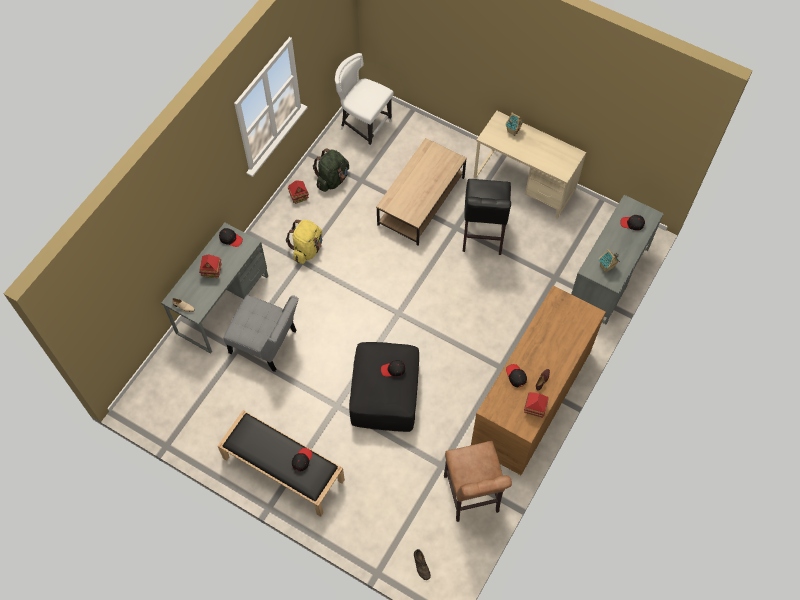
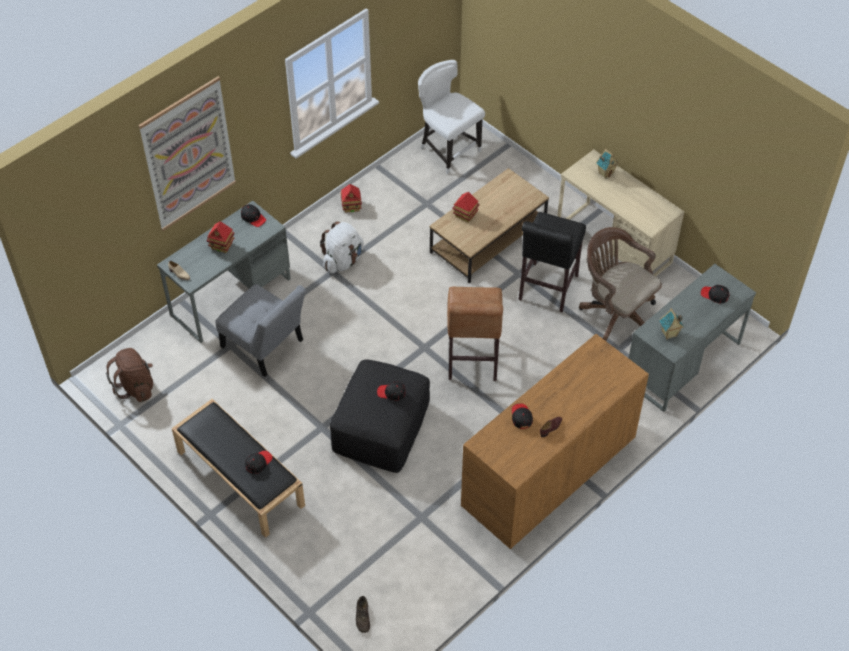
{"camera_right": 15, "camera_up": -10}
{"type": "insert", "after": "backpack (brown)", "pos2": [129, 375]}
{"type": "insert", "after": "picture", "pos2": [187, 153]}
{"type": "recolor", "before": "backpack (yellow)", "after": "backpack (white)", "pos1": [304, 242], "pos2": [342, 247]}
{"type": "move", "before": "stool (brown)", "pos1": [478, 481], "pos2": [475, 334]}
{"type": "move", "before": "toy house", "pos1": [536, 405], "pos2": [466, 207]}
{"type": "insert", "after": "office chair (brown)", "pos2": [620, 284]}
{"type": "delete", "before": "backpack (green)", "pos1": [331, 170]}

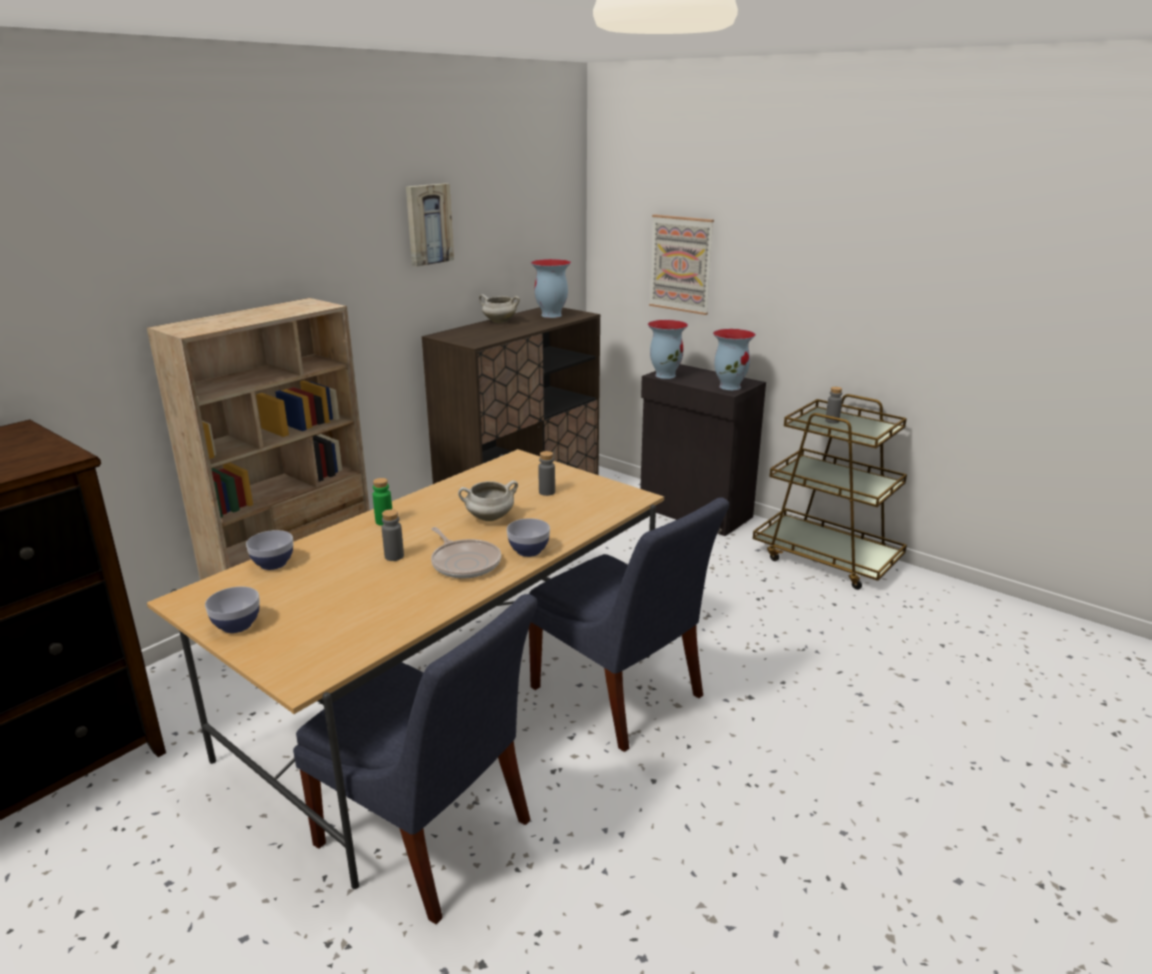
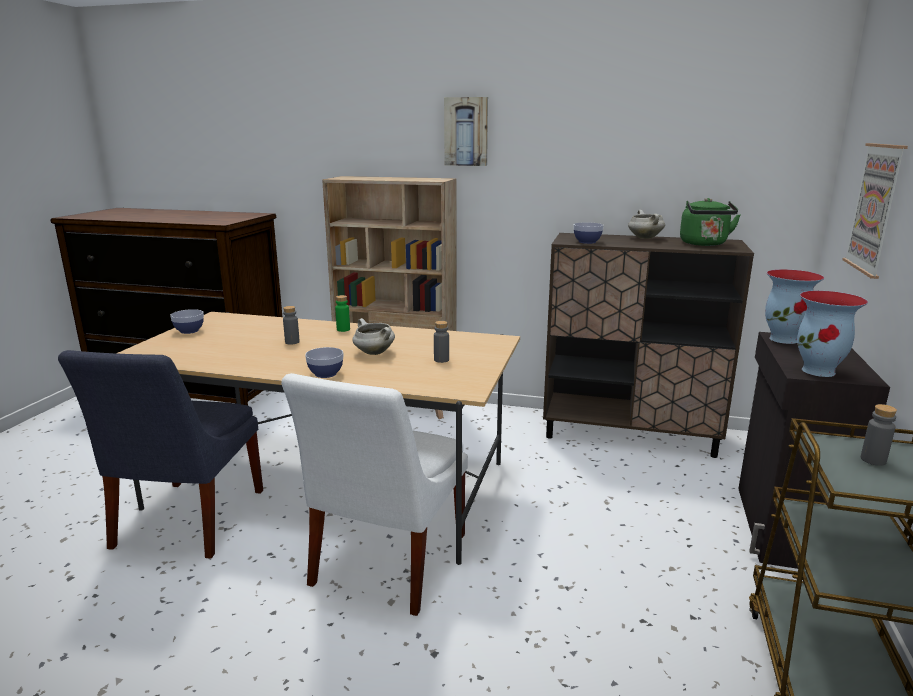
{"camera_right": 65, "camera_up": -5}
{"type": "recolor", "before": "chair (blue)", "after": "chair (white)", "pos1": [629, 625], "pos2": [374, 494]}
{"type": "move", "before": "picture", "pos1": [430, 225], "pos2": [466, 131]}
{"type": "move", "before": "bowl", "pos1": [269, 550], "pos2": [589, 233]}
{"type": "replace", "before": "vase", "after": "kettle (green)", "pos1": [551, 288], "pos2": [710, 222]}
{"type": "delete", "before": "frying pan", "pos1": [466, 553]}

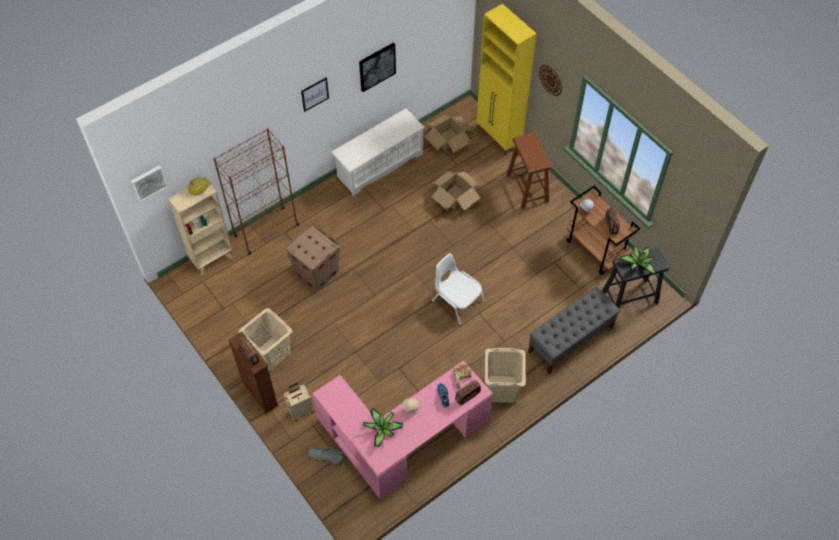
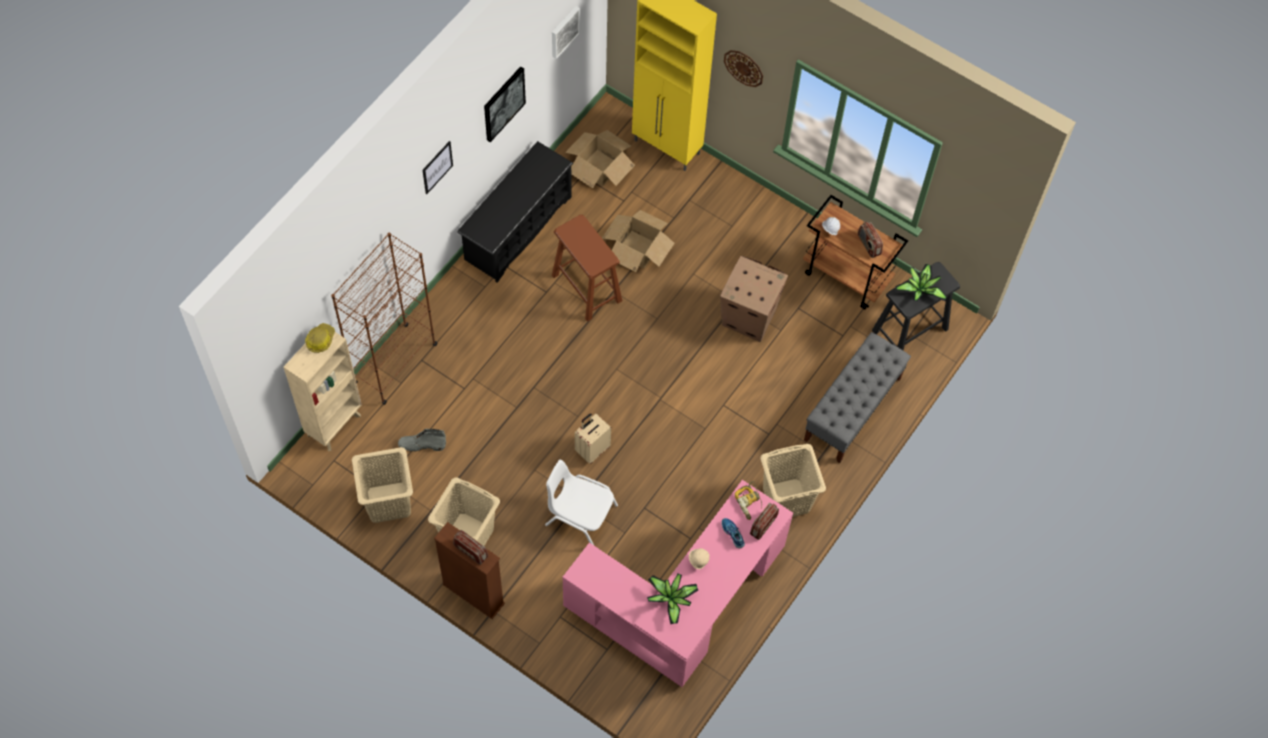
{"camera_right": -20, "camera_up": 5}
{"type": "insert", "after": "laundry basket (beige)", "pos2": [382, 485]}
{"type": "move", "before": "boot (grey)", "pos1": [326, 456], "pos2": [422, 440]}
{"type": "recolor", "before": "shoe rack (white)", "after": "shoe rack (black)", "pos1": [378, 152], "pos2": [515, 212]}
{"type": "move", "before": "chair (white)", "pos1": [458, 289], "pos2": [581, 502]}
{"type": "move", "before": "picture", "pos1": [149, 183], "pos2": [566, 32]}
{"type": "move", "before": "stool (brown)", "pos1": [529, 170], "pos2": [587, 268]}
{"type": "move", "before": "suitcase (beige)", "pos1": [298, 402], "pos2": [593, 438]}
{"type": "move", "before": "cardboard box", "pos1": [313, 259], "pos2": [754, 299]}

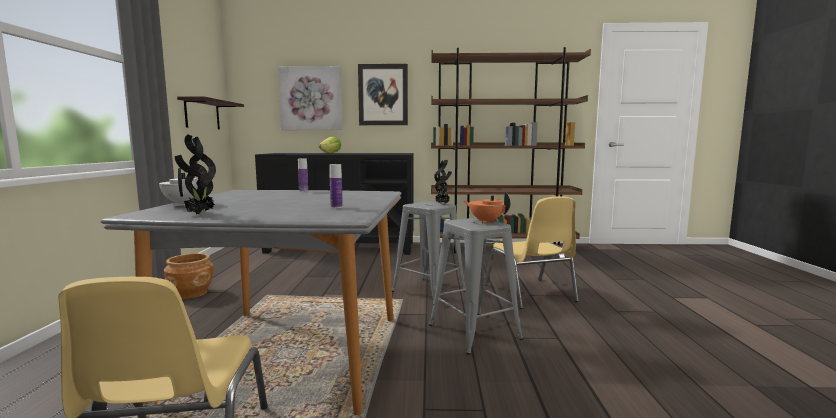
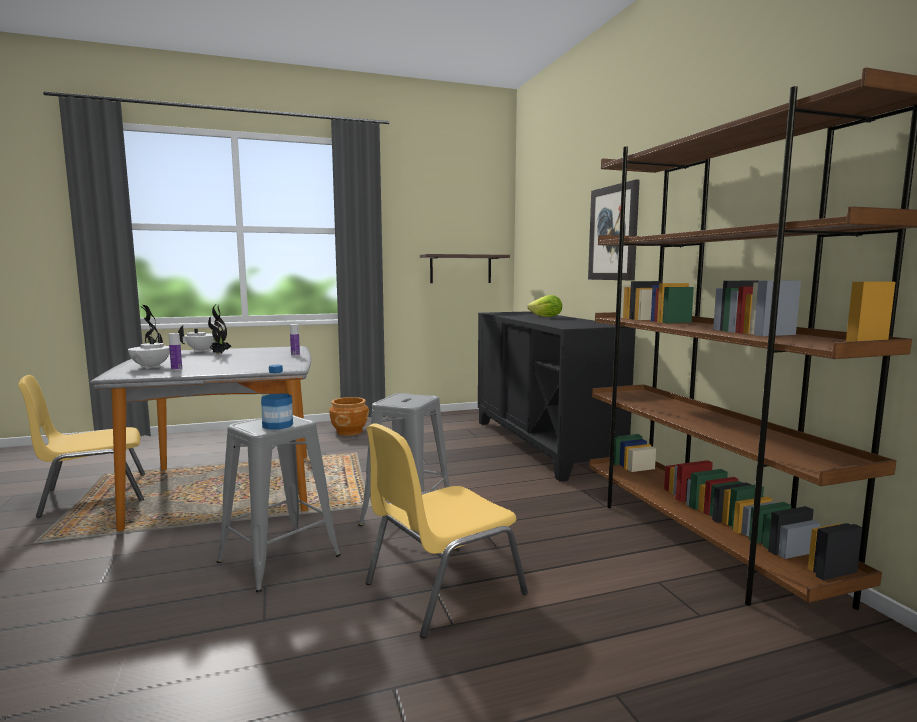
{"camera_right": 70, "camera_up": 0}
{"type": "insert", "after": "teapot (white)", "pos2": [149, 351]}
{"type": "move", "before": "potted plant", "pos1": [443, 182], "pos2": [219, 329]}
{"type": "replace", "before": "teapot (orange)", "after": "bottle", "pos1": [487, 207], "pos2": [277, 397]}
{"type": "delete", "before": "picture", "pos1": [310, 98]}

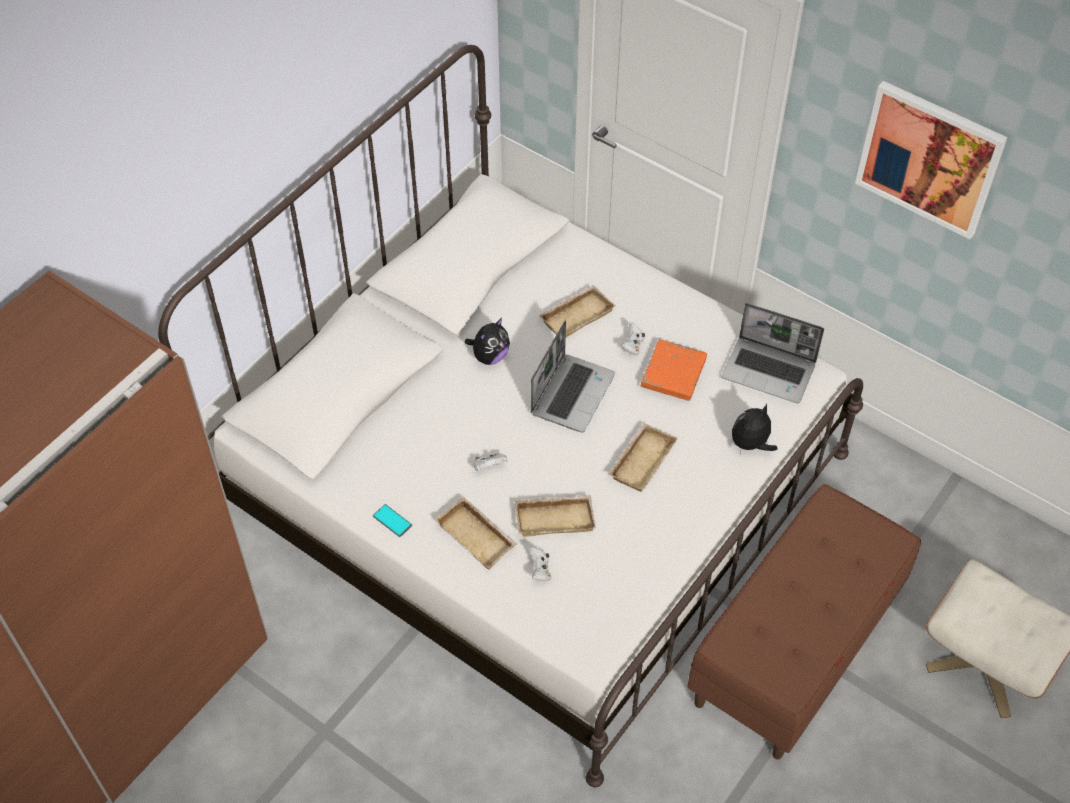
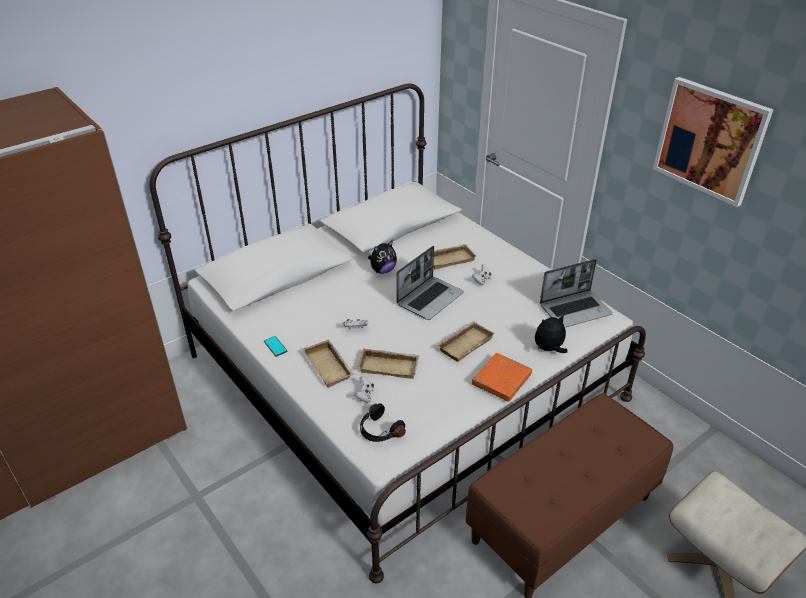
{"camera_right": 15, "camera_up": -15}
{"type": "insert", "after": "headphones (black)", "pos2": [383, 422]}
{"type": "move", "before": "book (orange)", "pos1": [674, 370], "pos2": [502, 377]}
{"type": "rotate", "before": "laptop", "pos1": [773, 353], "pos2": [576, 293], "turn": -60}

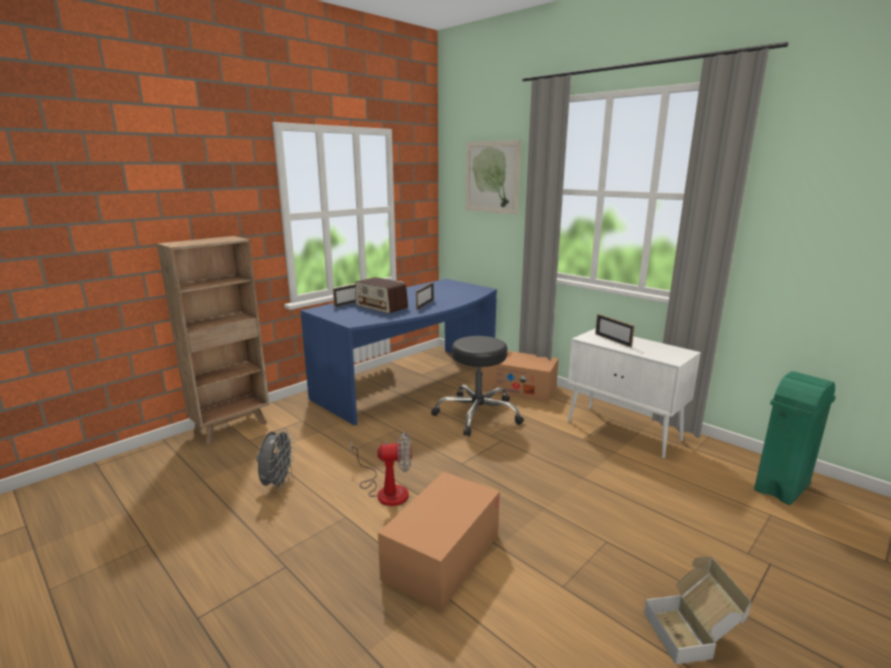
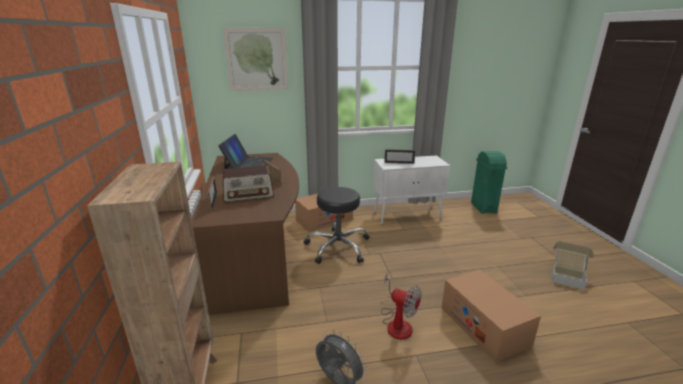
{"camera_right": -55, "camera_up": 5}
{"type": "recolor", "before": "desk (blue)", "after": "desk (brown)", "pos1": [398, 352], "pos2": [245, 234]}
{"type": "insert", "after": "laptop", "pos2": [245, 151]}
{"type": "rotate", "before": "fan", "pos1": [381, 469], "pos2": [401, 306], "turn": 90}

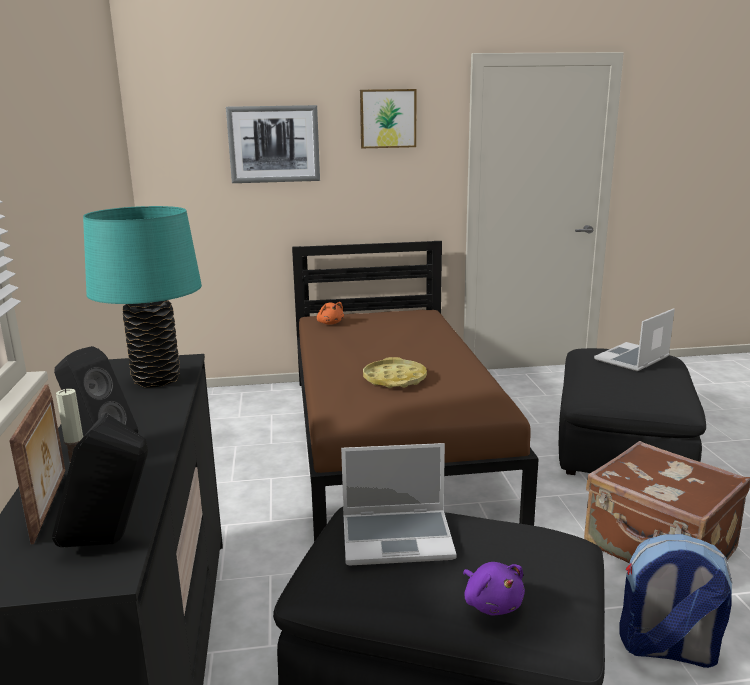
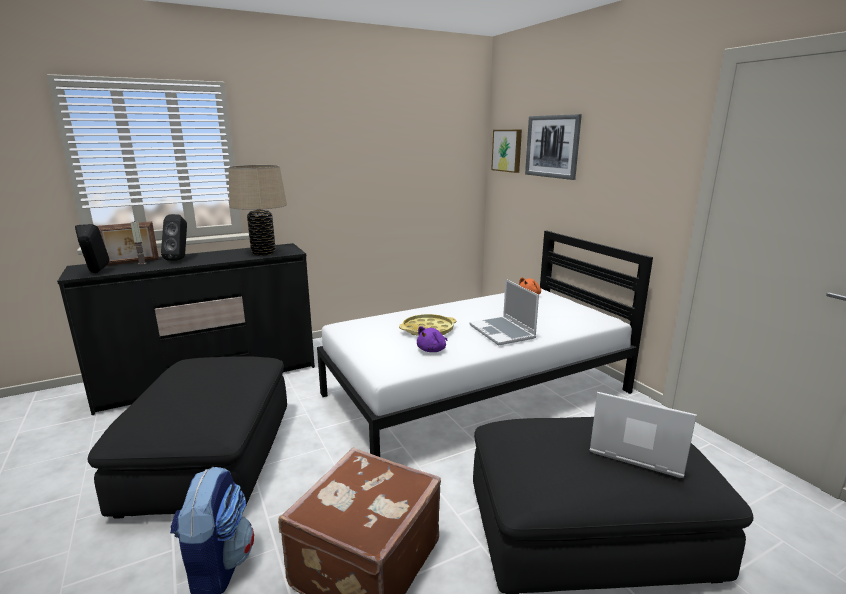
{"camera_right": 70, "camera_up": 0}
{"type": "recolor", "before": "table lamp (turquoise)", "after": "table lamp (beige)", "pos1": [142, 297], "pos2": [258, 210]}
{"type": "recolor", "before": "bed (brown)", "after": "bed (white)", "pos1": [415, 391], "pos2": [485, 344]}
{"type": "move", "before": "plush toy (purple)", "pos1": [494, 588], "pos2": [432, 339]}
{"type": "move", "before": "laptop", "pos1": [399, 504], "pos2": [504, 312]}
{"type": "move", "before": "picture", "pos1": [388, 118], "pos2": [506, 151]}

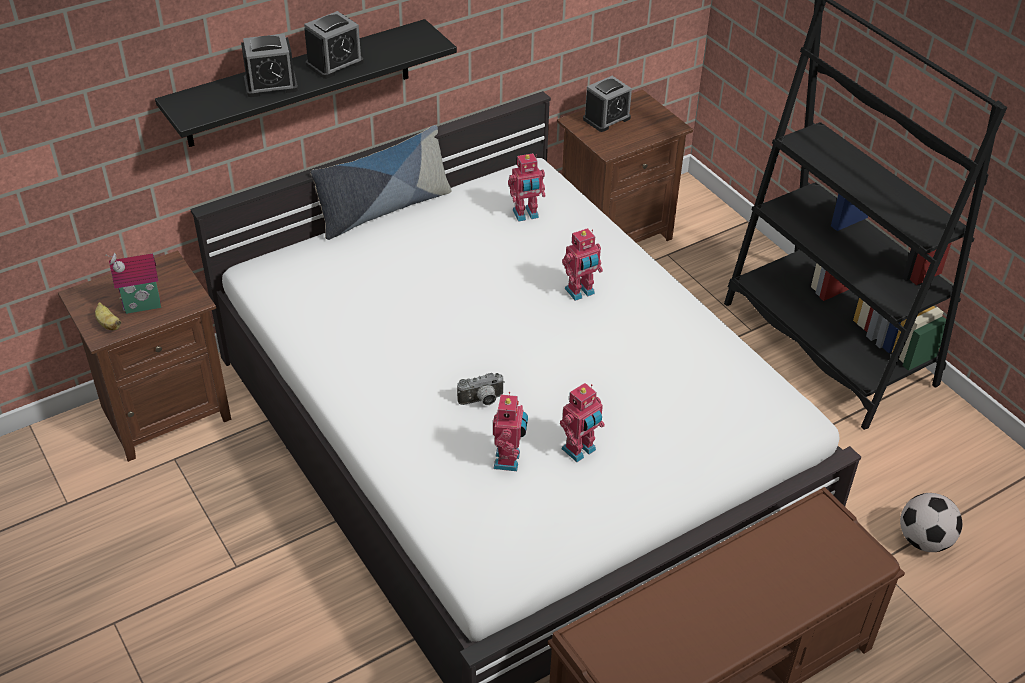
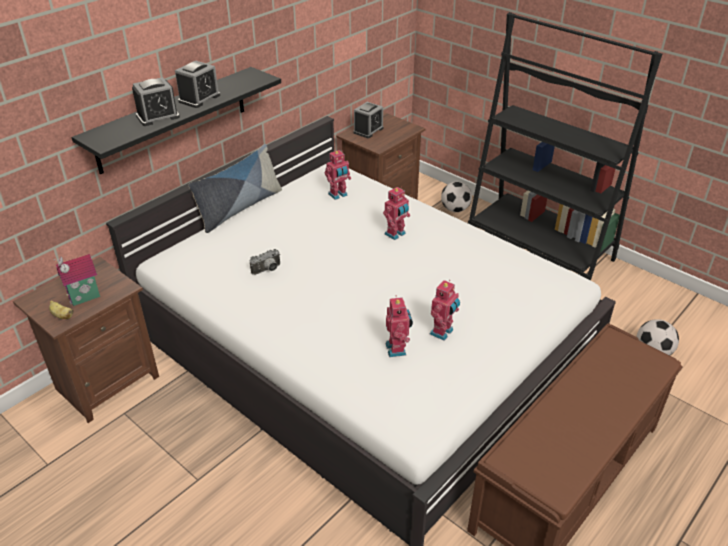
{"camera_right": -15, "camera_up": -5}
{"type": "move", "before": "photo camera", "pos1": [481, 389], "pos2": [265, 262]}
{"type": "insert", "after": "football", "pos2": [456, 197]}

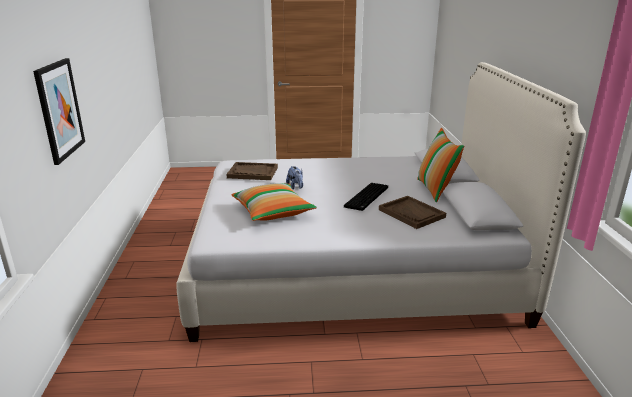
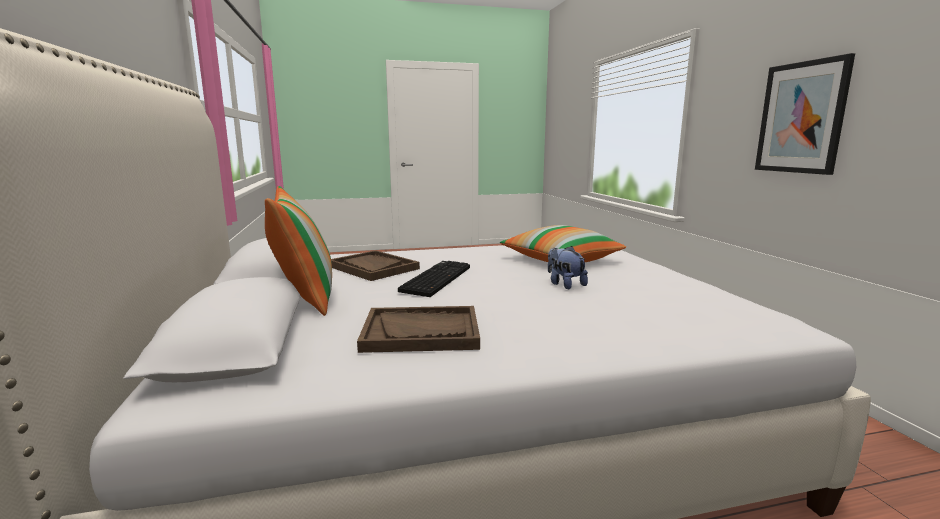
{"camera_right": 170, "camera_up": -10}
{"type": "move", "before": "tray (brown)", "pos1": [252, 171], "pos2": [418, 329]}

